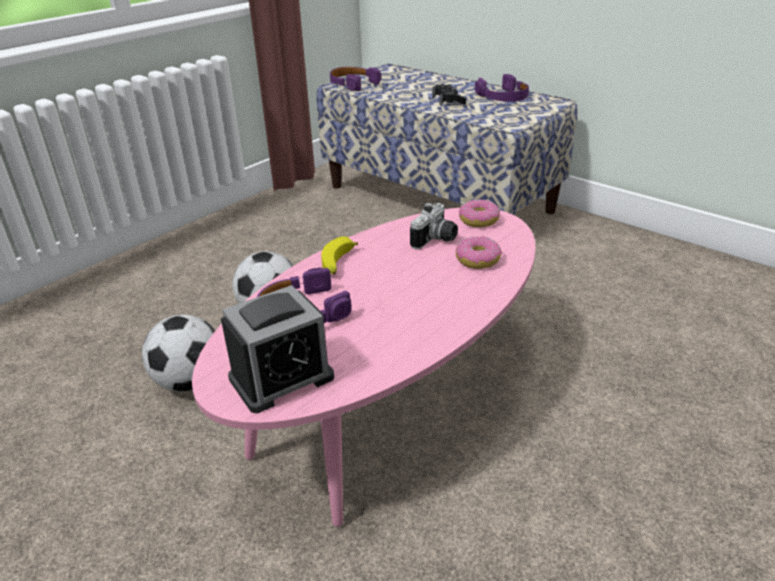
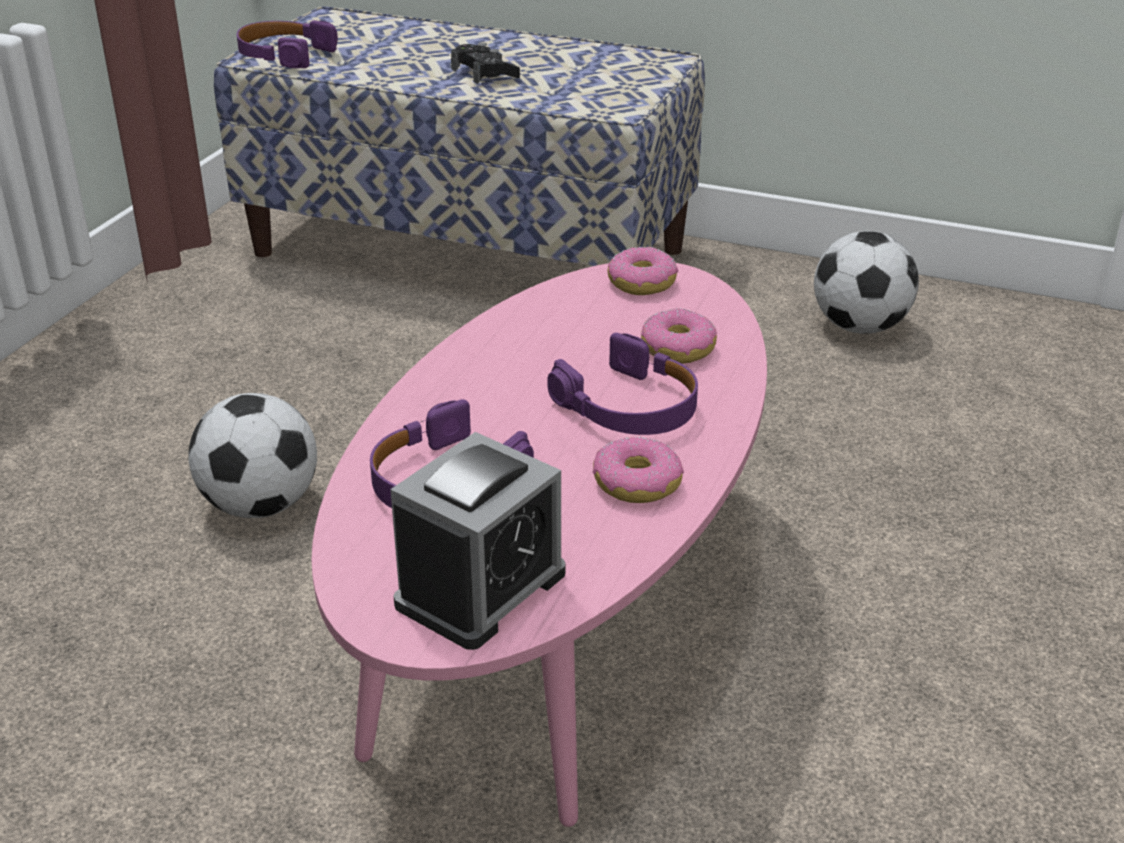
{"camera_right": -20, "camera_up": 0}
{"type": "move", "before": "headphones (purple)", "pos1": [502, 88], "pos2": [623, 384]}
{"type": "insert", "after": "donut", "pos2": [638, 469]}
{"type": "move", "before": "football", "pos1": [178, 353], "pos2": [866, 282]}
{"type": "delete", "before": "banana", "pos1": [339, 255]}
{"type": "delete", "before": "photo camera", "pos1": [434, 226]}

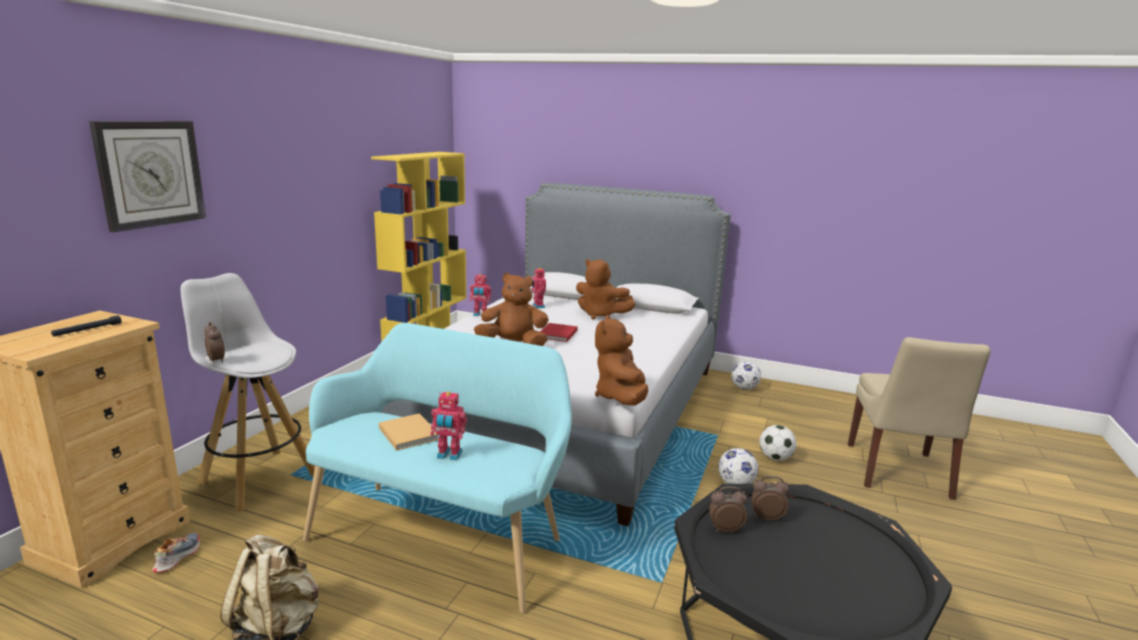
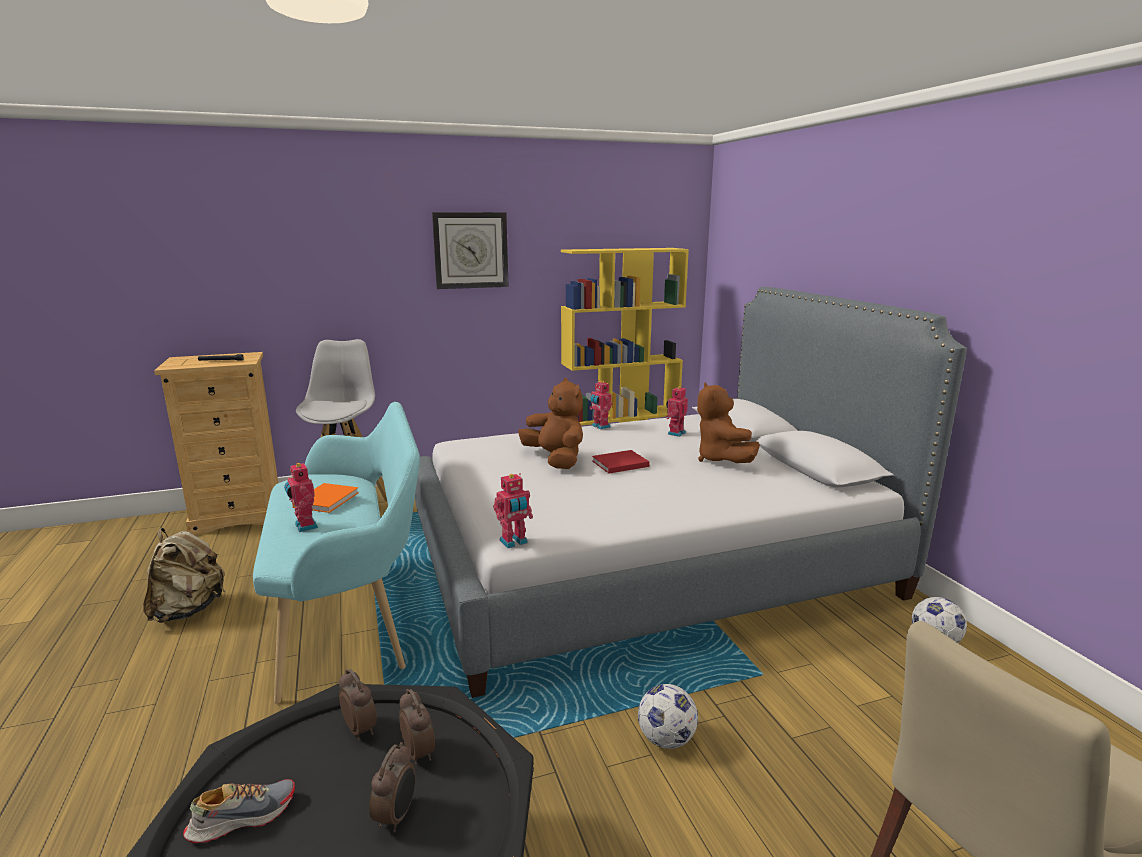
{"camera_right": 50, "camera_up": 0}
{"type": "move", "before": "shoe", "pos1": [176, 553], "pos2": [239, 811]}
{"type": "recolor", "before": "book (beige)", "after": "book (orange)", "pos1": [409, 432], "pos2": [325, 498]}
{"type": "move", "before": "alarm clock", "pos1": [215, 342], "pos2": [392, 787]}
{"type": "move", "before": "wall clock", "pos1": [147, 176], "pos2": [470, 250]}
{"type": "replace", "before": "plush toy (brown)", "after": "toy robot", "pos1": [621, 360], "pos2": [513, 510]}
{"type": "delete", "before": "football", "pos1": [778, 443]}

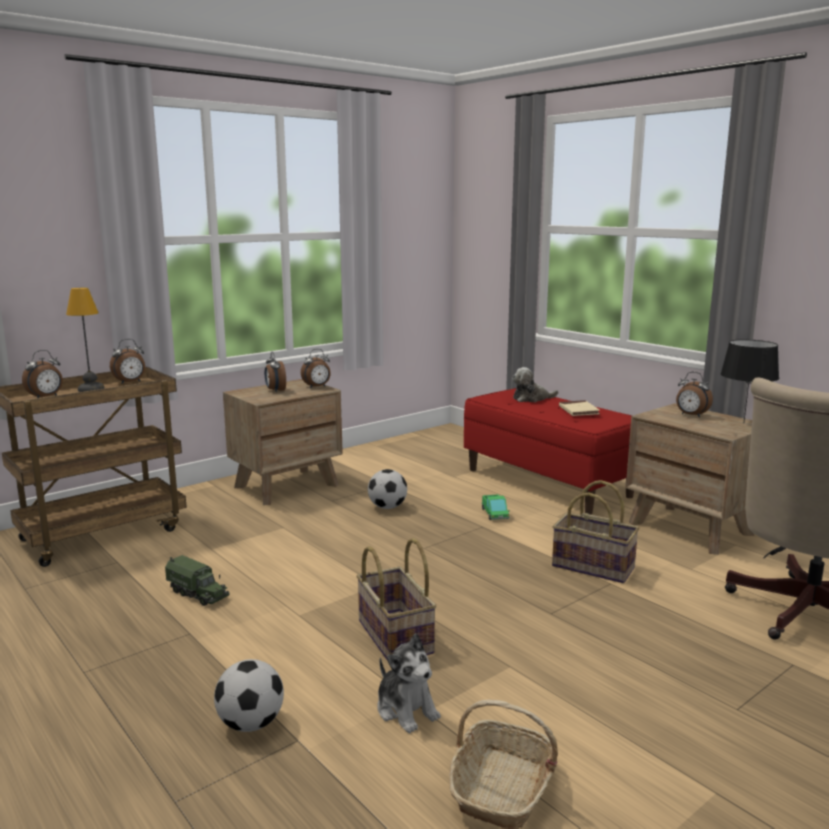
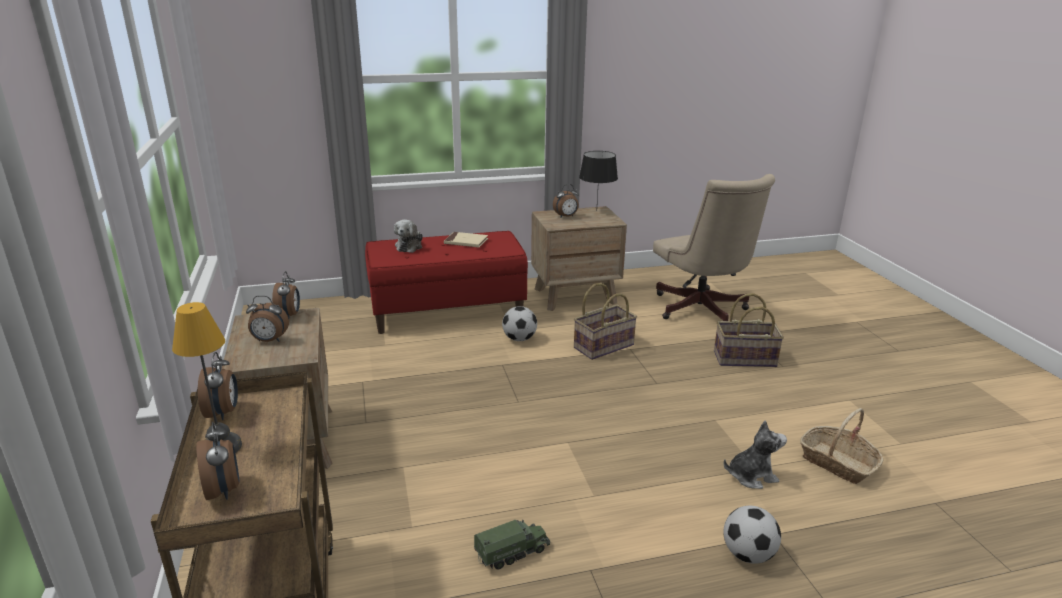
{"camera_right": -65, "camera_up": 10}
{"type": "move", "before": "football", "pos1": [387, 489], "pos2": [519, 323]}
{"type": "move", "before": "basket", "pos1": [396, 599], "pos2": [749, 330]}
{"type": "delete", "before": "toy truck", "pos1": [496, 507]}

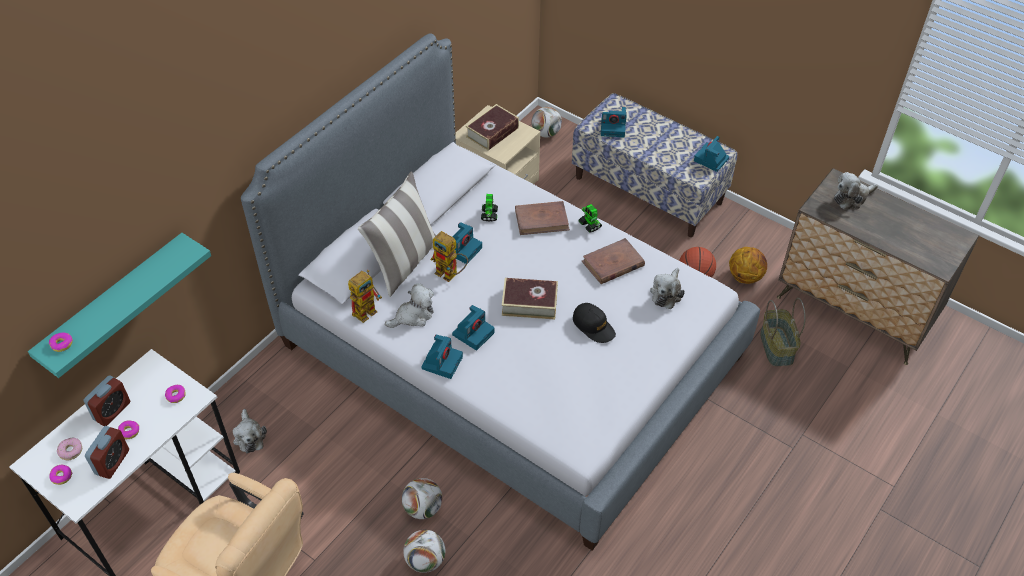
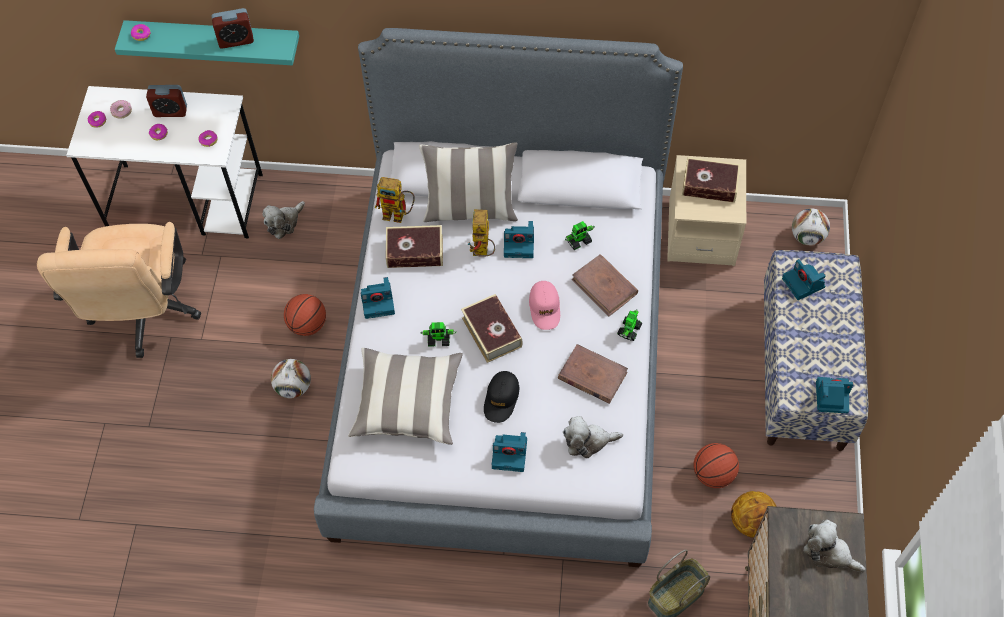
{"camera_right": 60, "camera_up": 10}
{"type": "move", "before": "alarm clock", "pos1": [107, 452], "pos2": [232, 28]}
{"type": "insert", "after": "basketball", "pos2": [305, 315]}
{"type": "insert", "after": "pillow", "pos2": [405, 396]}
{"type": "replace", "before": "plush toy", "after": "book", "pos1": [409, 305], "pos2": [414, 246]}
{"type": "insert", "after": "toy robot", "pos2": [438, 334]}
{"type": "move", "before": "photo camera", "pos1": [473, 328], "pos2": [509, 452]}
{"type": "insert", "after": "cap (pink)", "pos2": [544, 305]}
{"type": "delete", "before": "football", "pos1": [424, 551]}

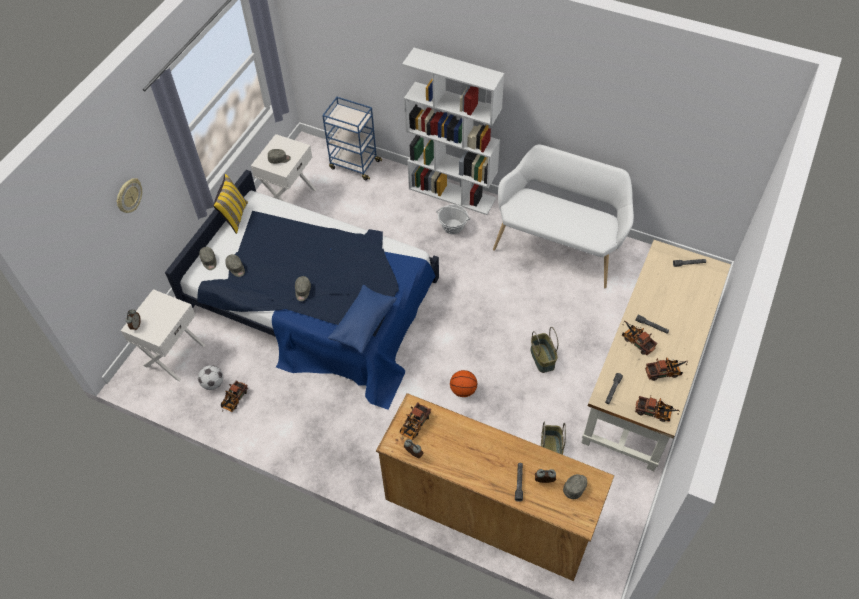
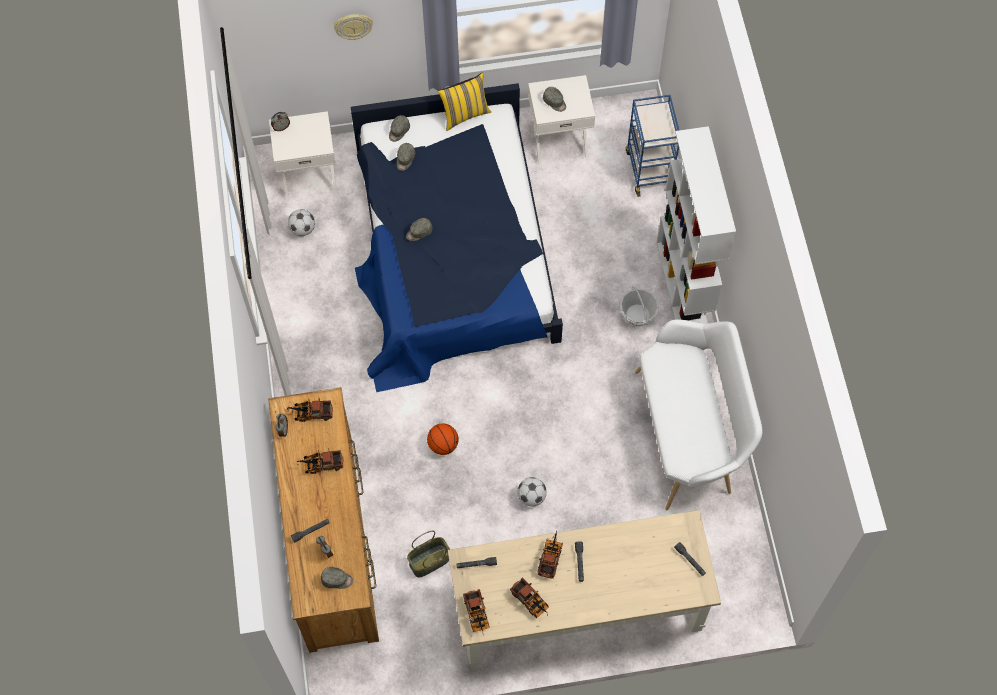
{"camera_right": 55, "camera_up": 10}
{"type": "move", "before": "toy truck", "pos1": [234, 396], "pos2": [320, 461]}
{"type": "replace", "before": "basket", "after": "football", "pos1": [544, 350], "pos2": [532, 492]}
{"type": "delete", "before": "pillow (blue)", "pos1": [362, 319]}

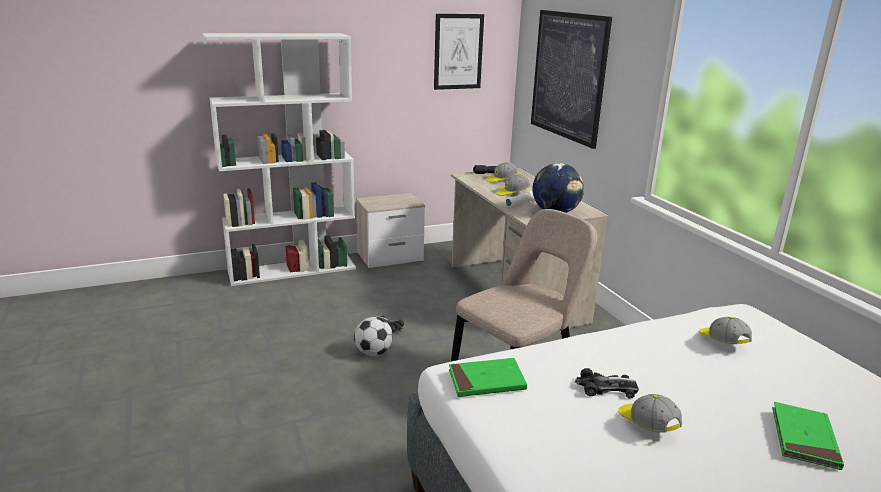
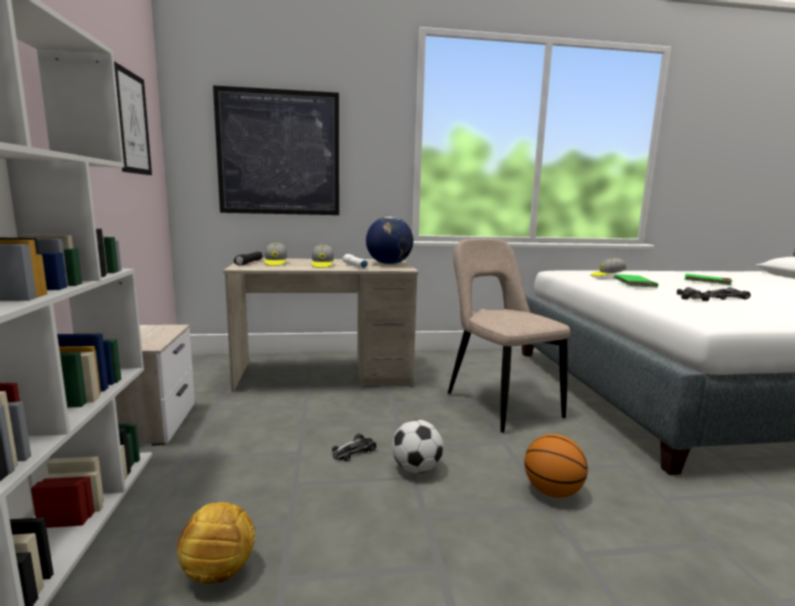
{"camera_right": -75, "camera_up": -10}
{"type": "insert", "after": "football", "pos2": [216, 543]}
{"type": "insert", "after": "basketball", "pos2": [556, 466]}
{"type": "move", "before": "book (green)", "pos1": [488, 377], "pos2": [635, 281]}
{"type": "replace", "before": "cap", "after": "toy car", "pos1": [650, 413], "pos2": [728, 293]}

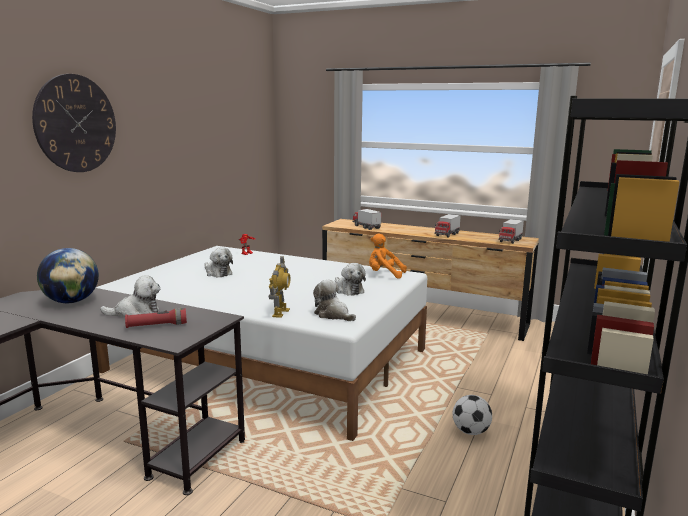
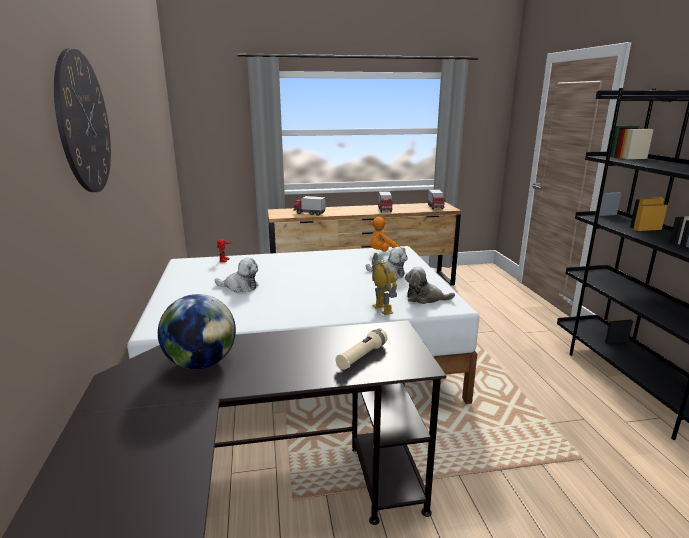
{"camera_right": -35, "camera_up": 5}
{"type": "recolor", "before": "flashlight (red)", "after": "flashlight (beige)", "pos1": [156, 318], "pos2": [361, 349]}
{"type": "delete", "before": "plush toy", "pos1": [130, 296]}
{"type": "delete", "before": "football", "pos1": [472, 415]}

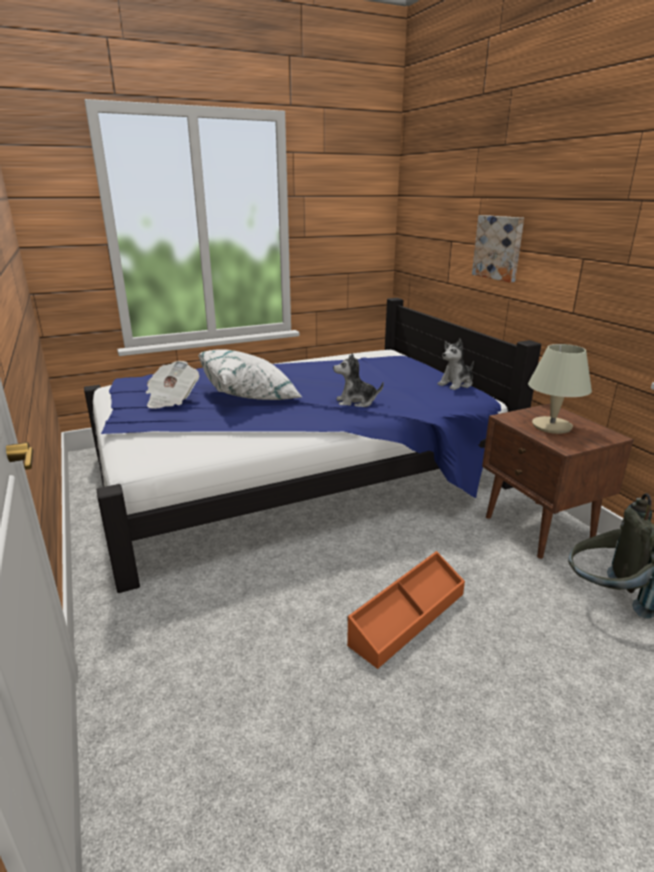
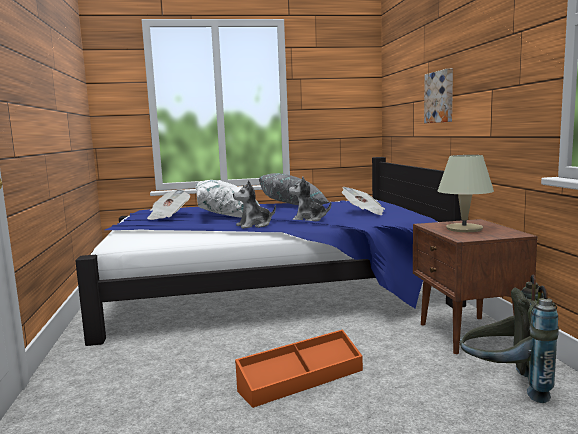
{"camera_right": 15, "camera_up": -15}
{"type": "move", "before": "plush toy", "pos1": [456, 364], "pos2": [254, 205]}
{"type": "insert", "after": "pillow (grey)", "pos2": [294, 189]}
{"type": "insert", "after": "newspaper", "pos2": [363, 201]}

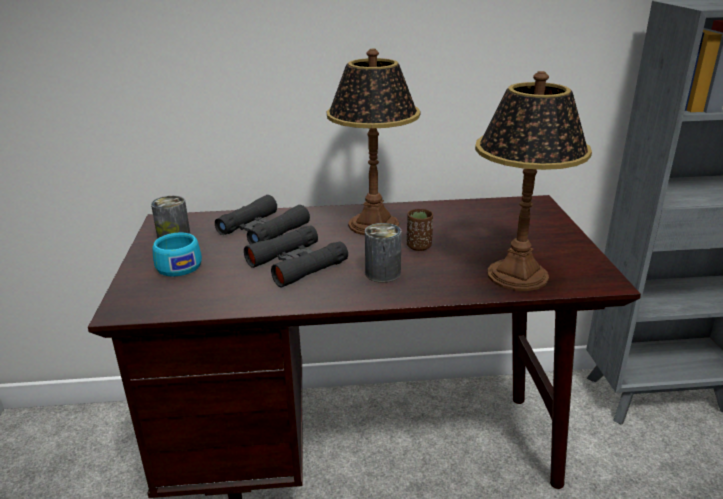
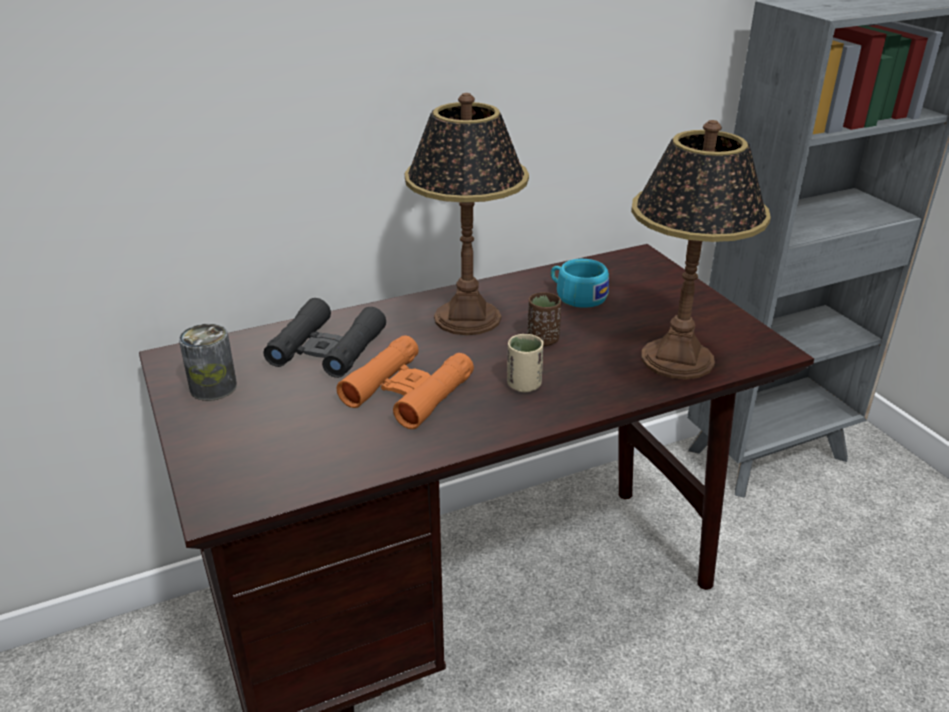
{"camera_right": -20, "camera_up": 5}
{"type": "recolor", "before": "binoculars (black)", "after": "binoculars (orange)", "pos1": [296, 256], "pos2": [405, 382]}
{"type": "replace", "before": "can", "after": "cup (beige)", "pos1": [383, 253], "pos2": [525, 363]}
{"type": "move", "before": "cup (turquoise)", "pos1": [177, 254], "pos2": [580, 283]}

